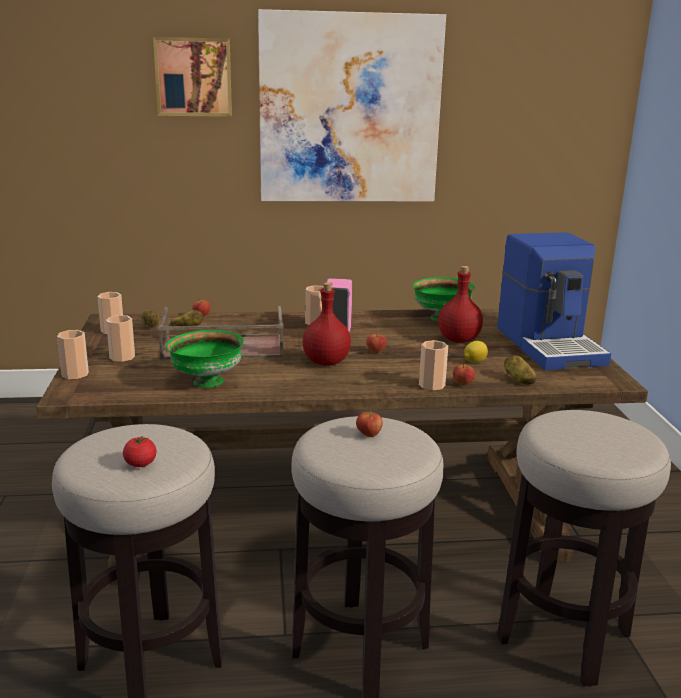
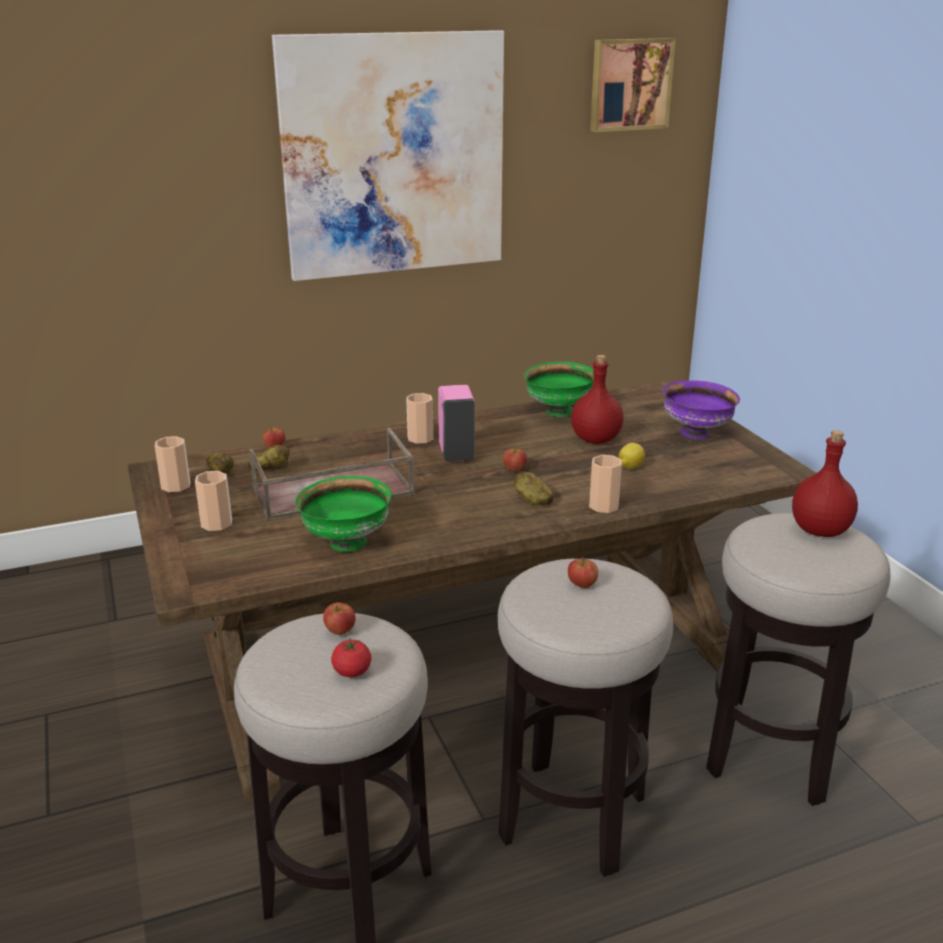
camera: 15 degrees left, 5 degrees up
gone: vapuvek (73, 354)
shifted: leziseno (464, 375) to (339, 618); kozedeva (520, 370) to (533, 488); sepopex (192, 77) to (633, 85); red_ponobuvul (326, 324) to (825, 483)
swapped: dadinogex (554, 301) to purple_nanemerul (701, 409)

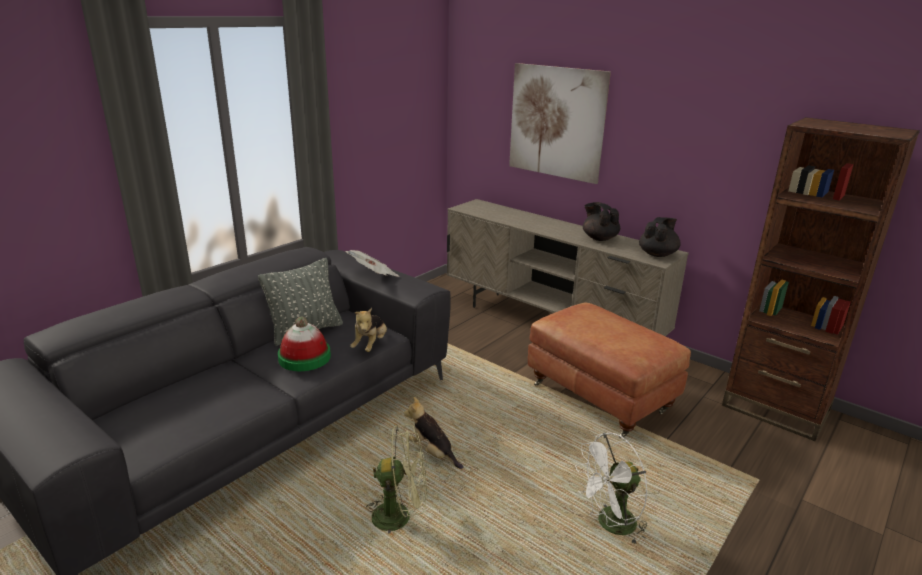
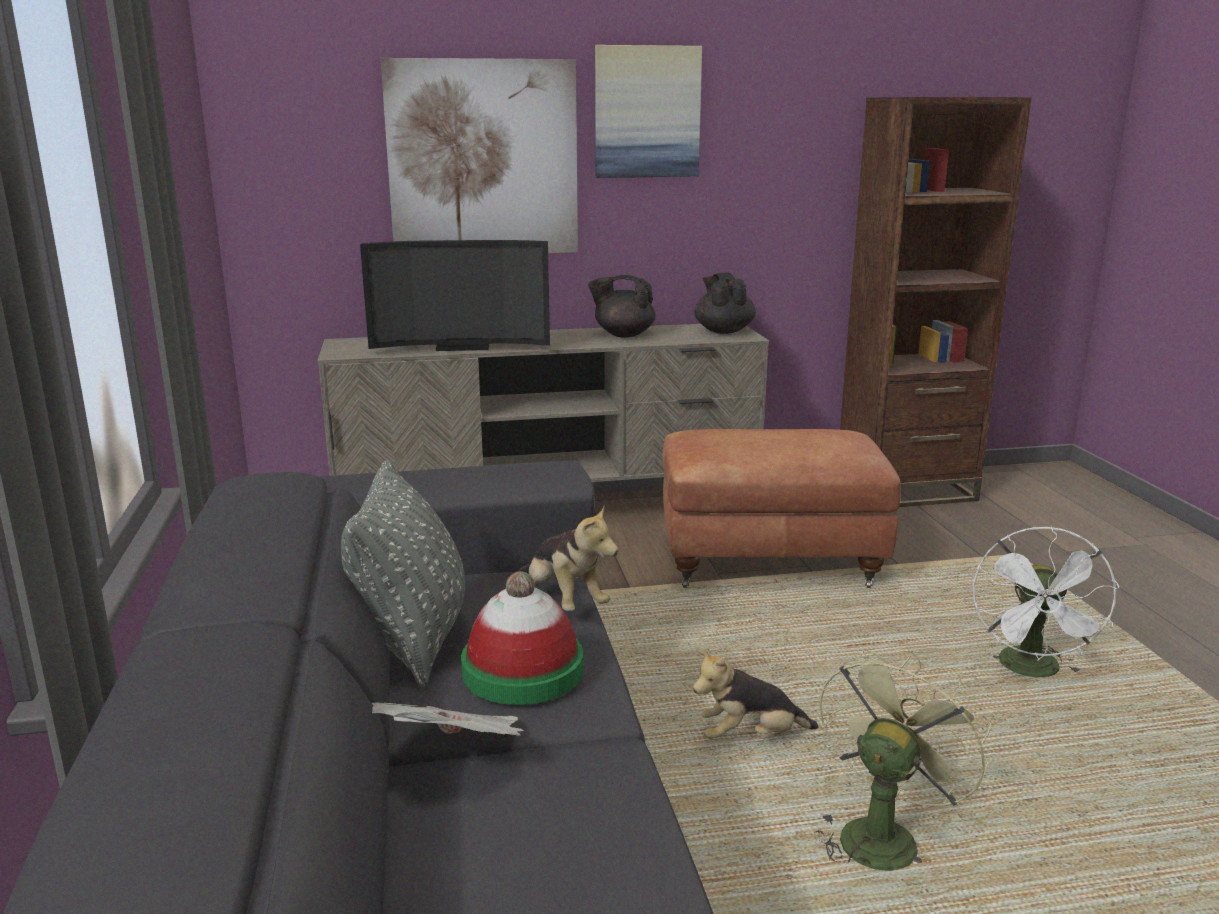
camera: 50 degrees left, 5 degrees down
new: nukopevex (455, 295); sepopex (648, 111)
shifted: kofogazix (372, 263) to (448, 719)

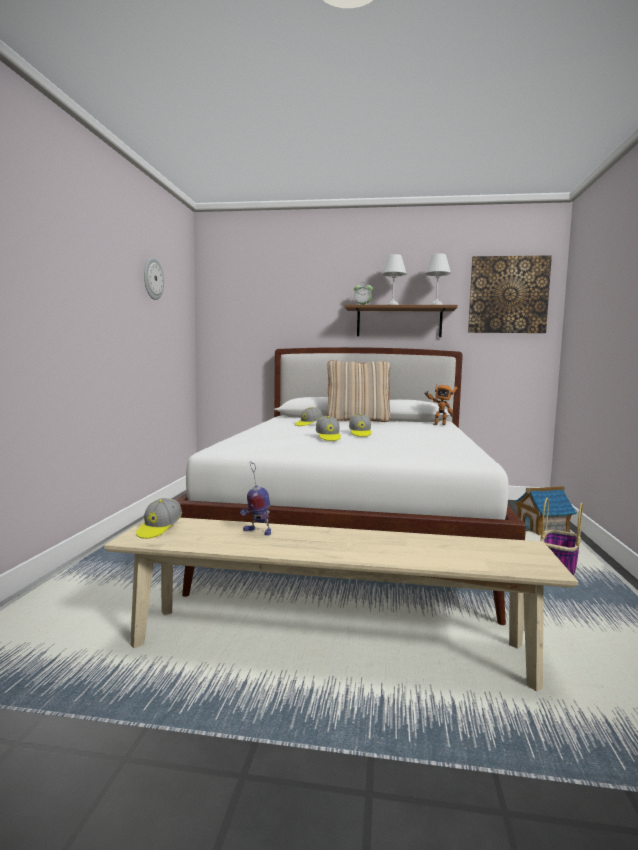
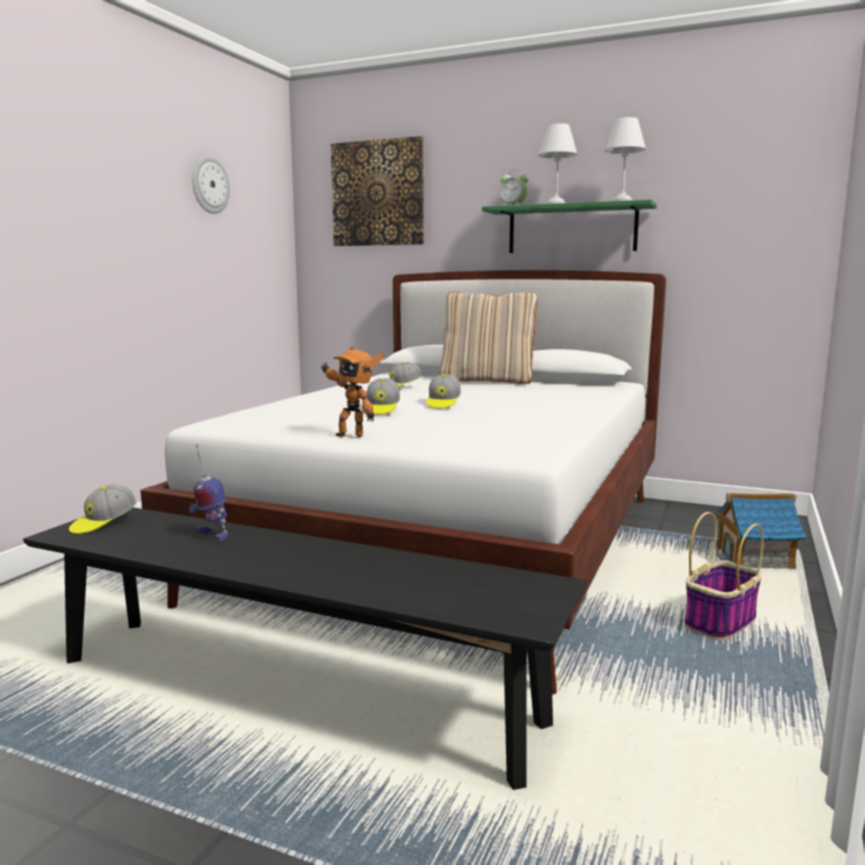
camera: 15 degrees right, 5 degrees up
shifted: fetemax (441, 404) to (352, 391); sepopex (510, 294) to (377, 191)
repainted: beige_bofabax (341, 604) to black_bofabax (305, 648); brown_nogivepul (401, 321) to green_nogivepul (569, 226)

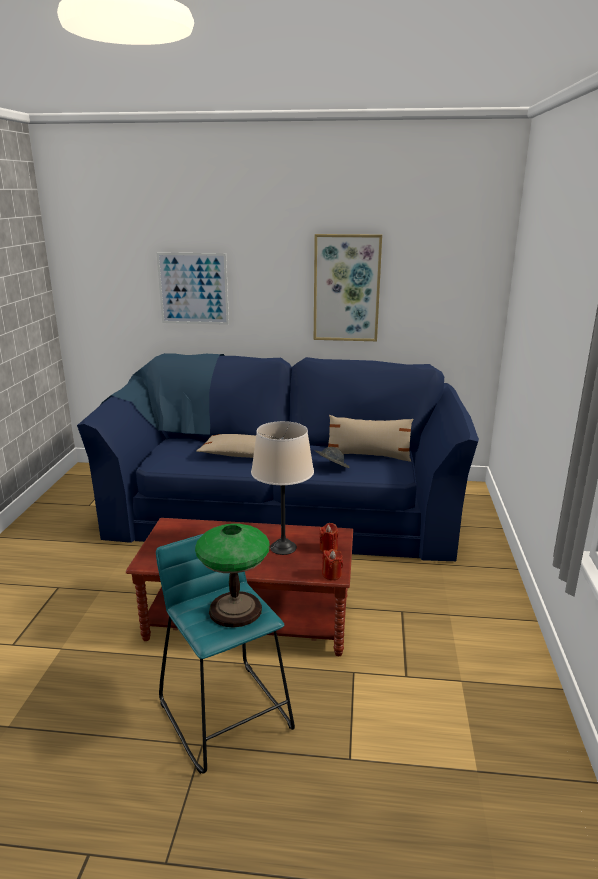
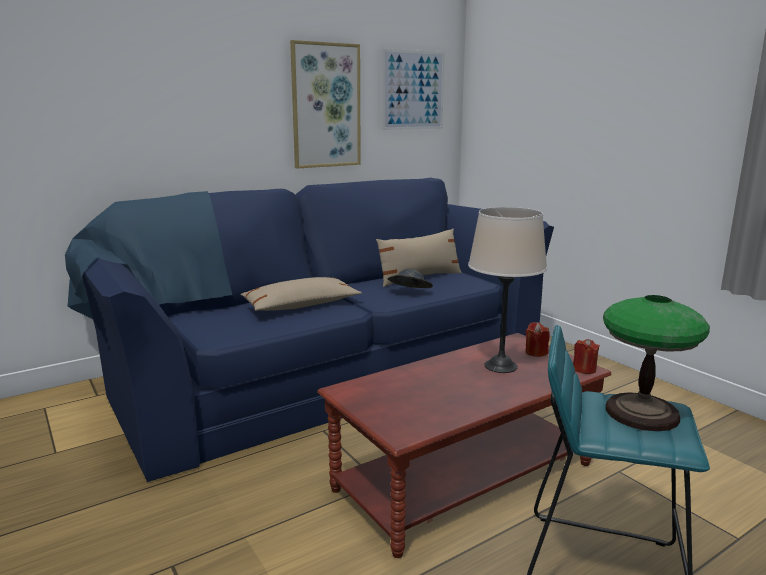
camera: 40 degrees left, 5 degrees down
shifted: sepopex (193, 288) to (413, 89)

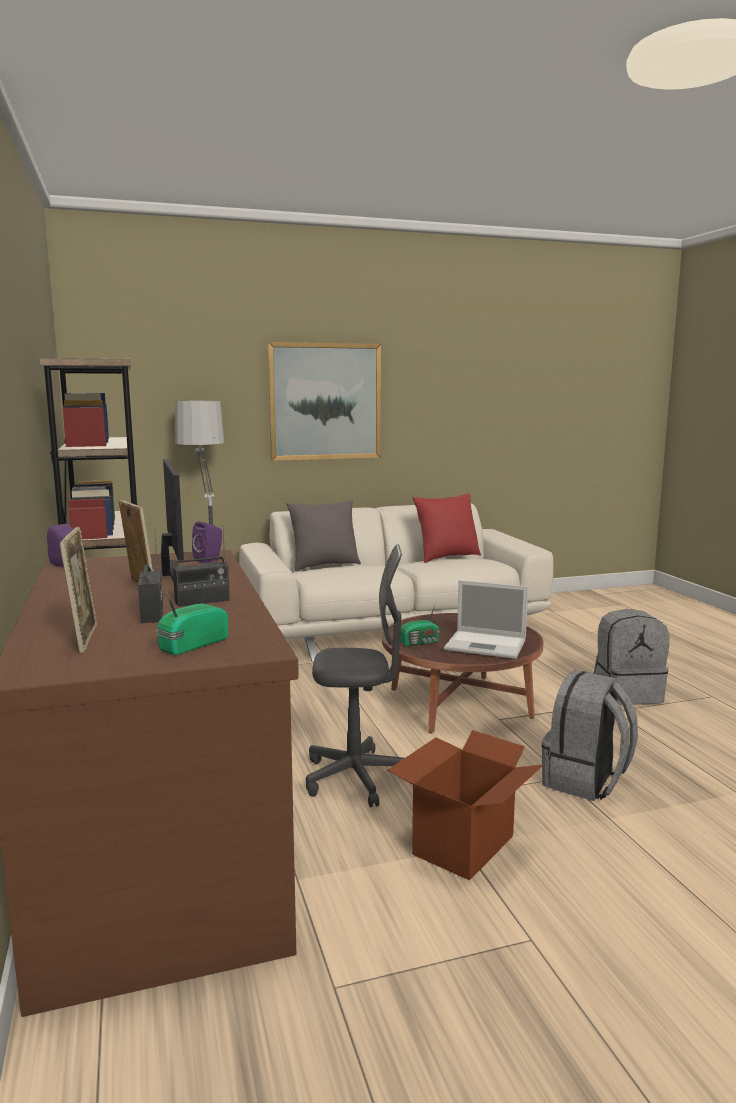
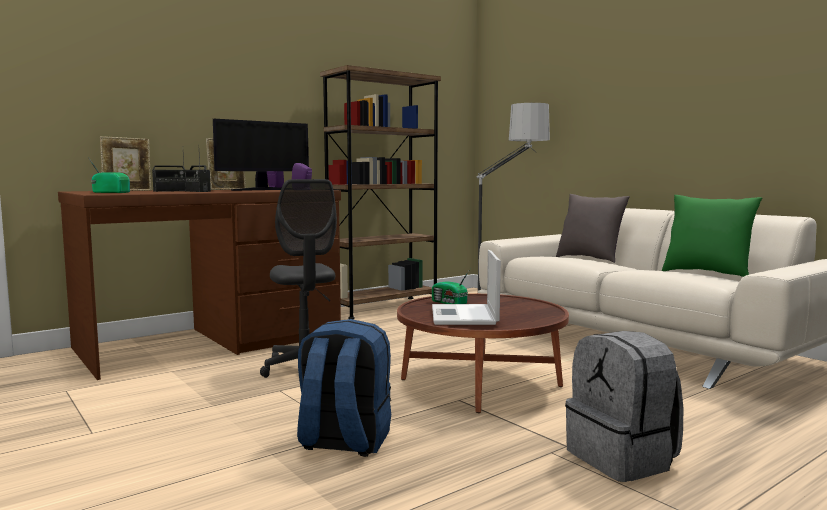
camera: 70 degrees right, 5 degrees down
gone: sepopex (324, 401); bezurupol (465, 805)
repainted: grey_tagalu (589, 735) to blue_tagalu (344, 388); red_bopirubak (447, 528) to green_bopirubak (712, 236)

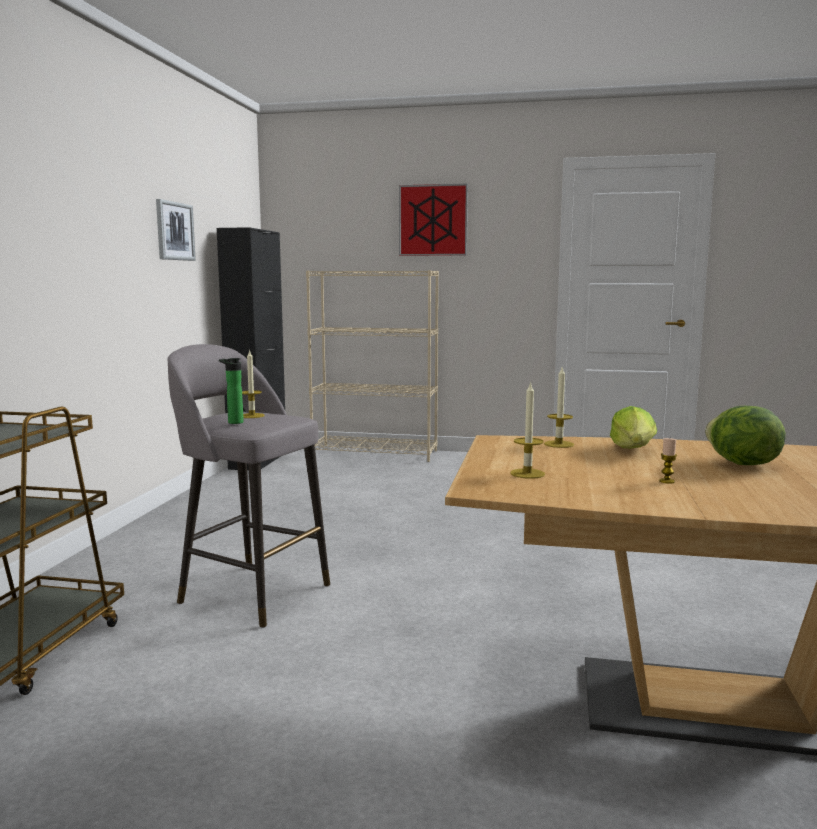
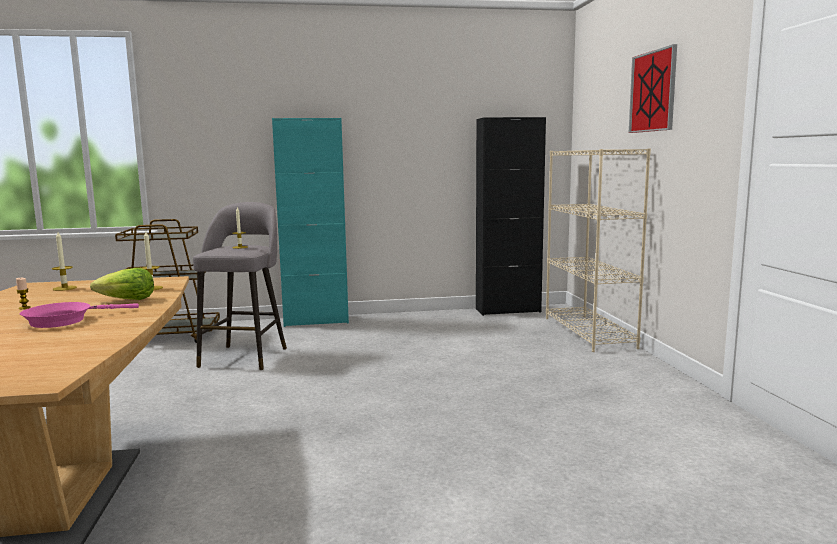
camera: 70 degrees right, 0 degrees up
gone: sepopex (176, 230); ponobuvul (231, 391)
new: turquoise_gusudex (310, 222)
swapped: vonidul (745, 435) to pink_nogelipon (79, 315)

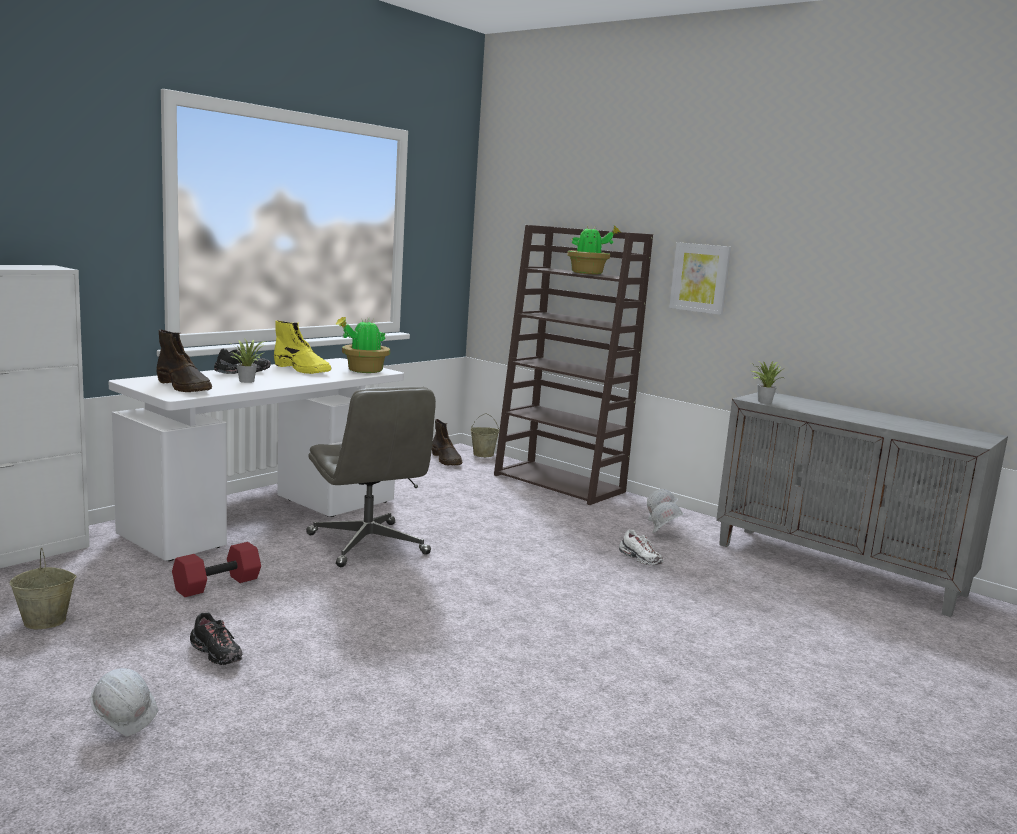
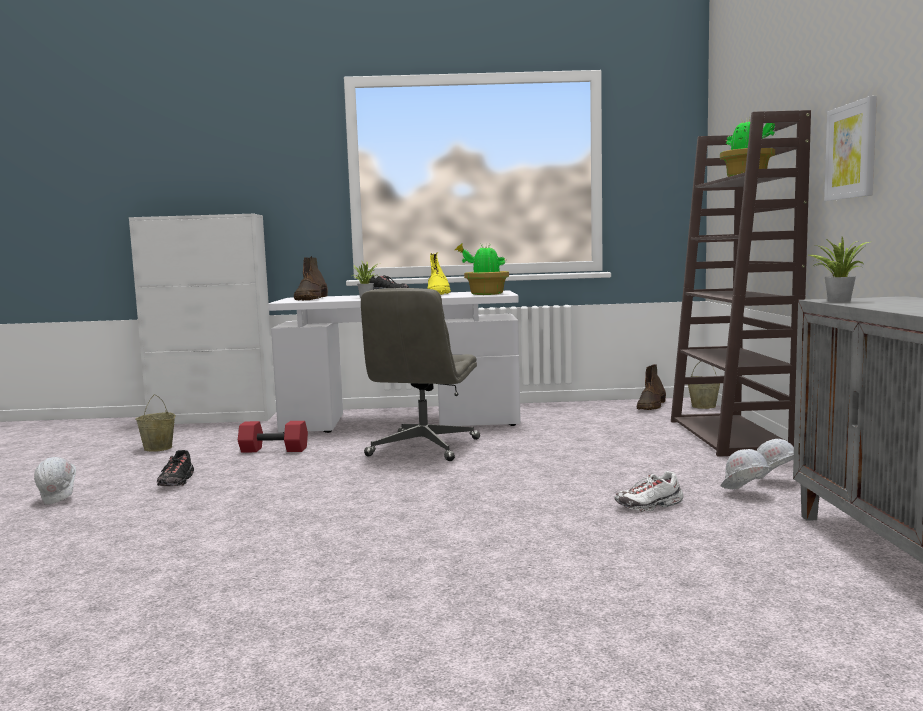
camera: 50 degrees right, 5 degrees down
rotated: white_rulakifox (641, 547) = (648, 491) 60 degrees clockwise

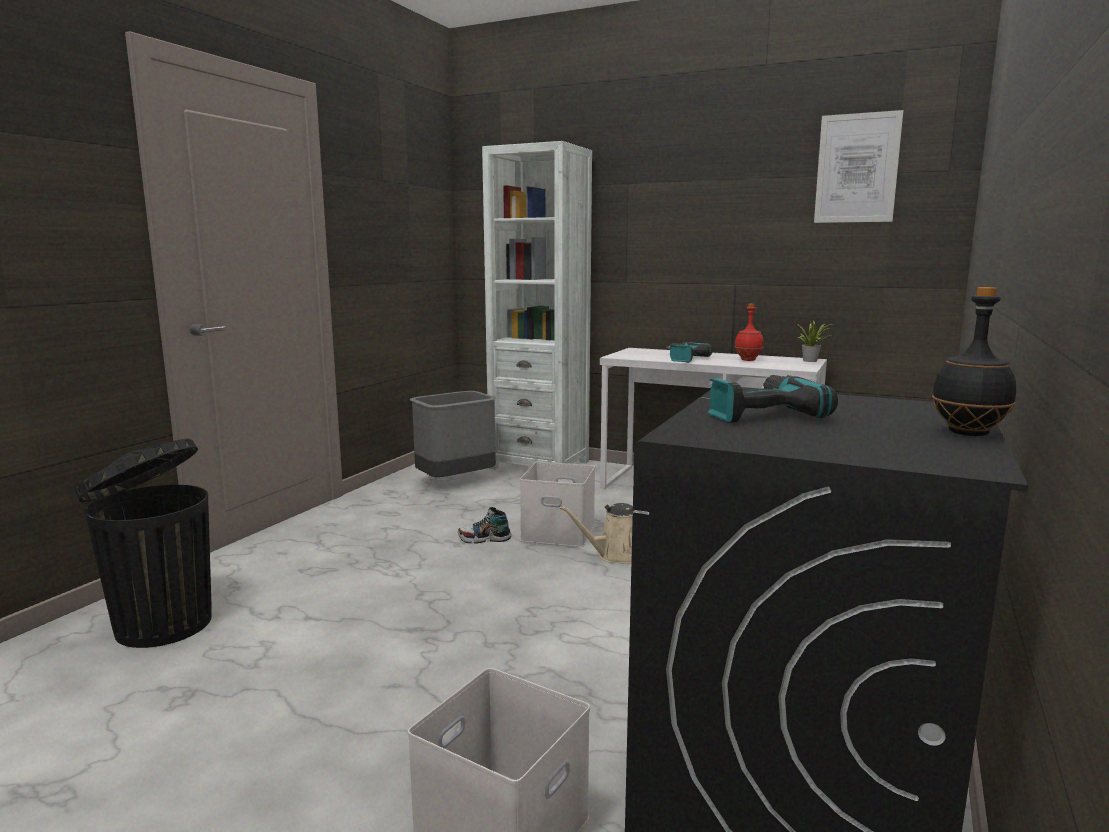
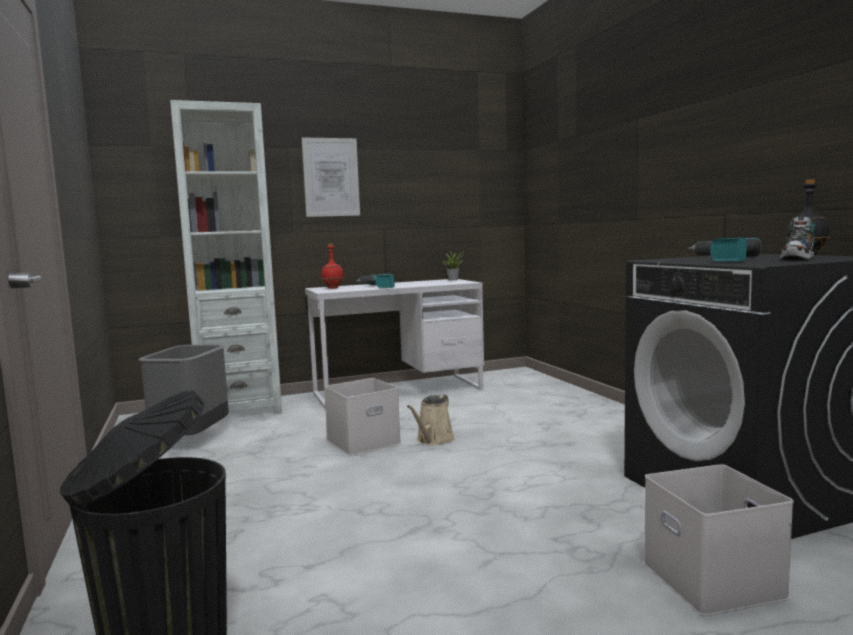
camera: 45 degrees left, 5 degrees down
shifted: sepopex (858, 166) to (331, 177); red_ponobuvul (749, 332) to (332, 266); rulakifox (484, 525) to (797, 238)

